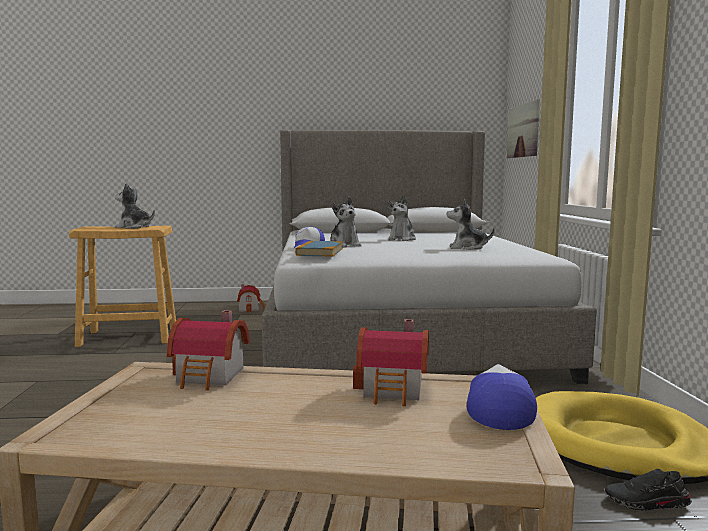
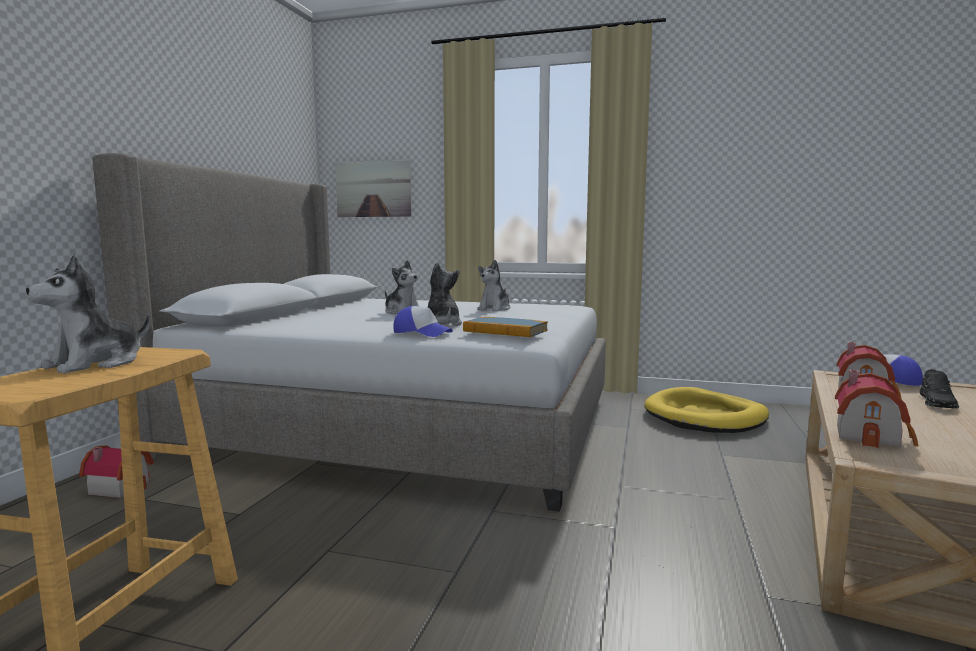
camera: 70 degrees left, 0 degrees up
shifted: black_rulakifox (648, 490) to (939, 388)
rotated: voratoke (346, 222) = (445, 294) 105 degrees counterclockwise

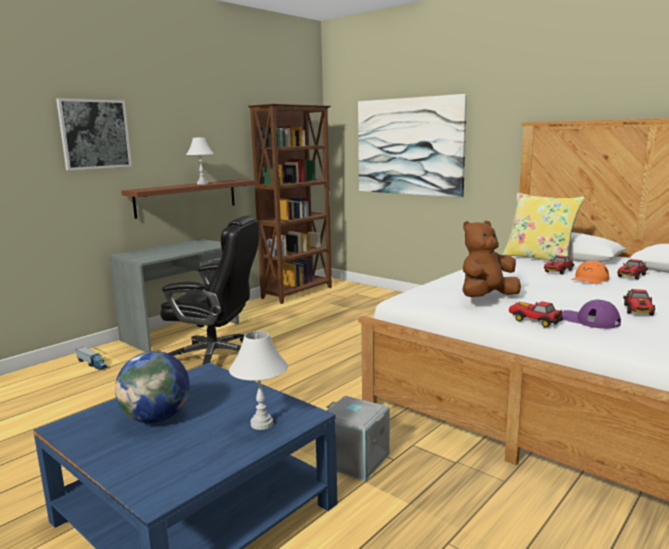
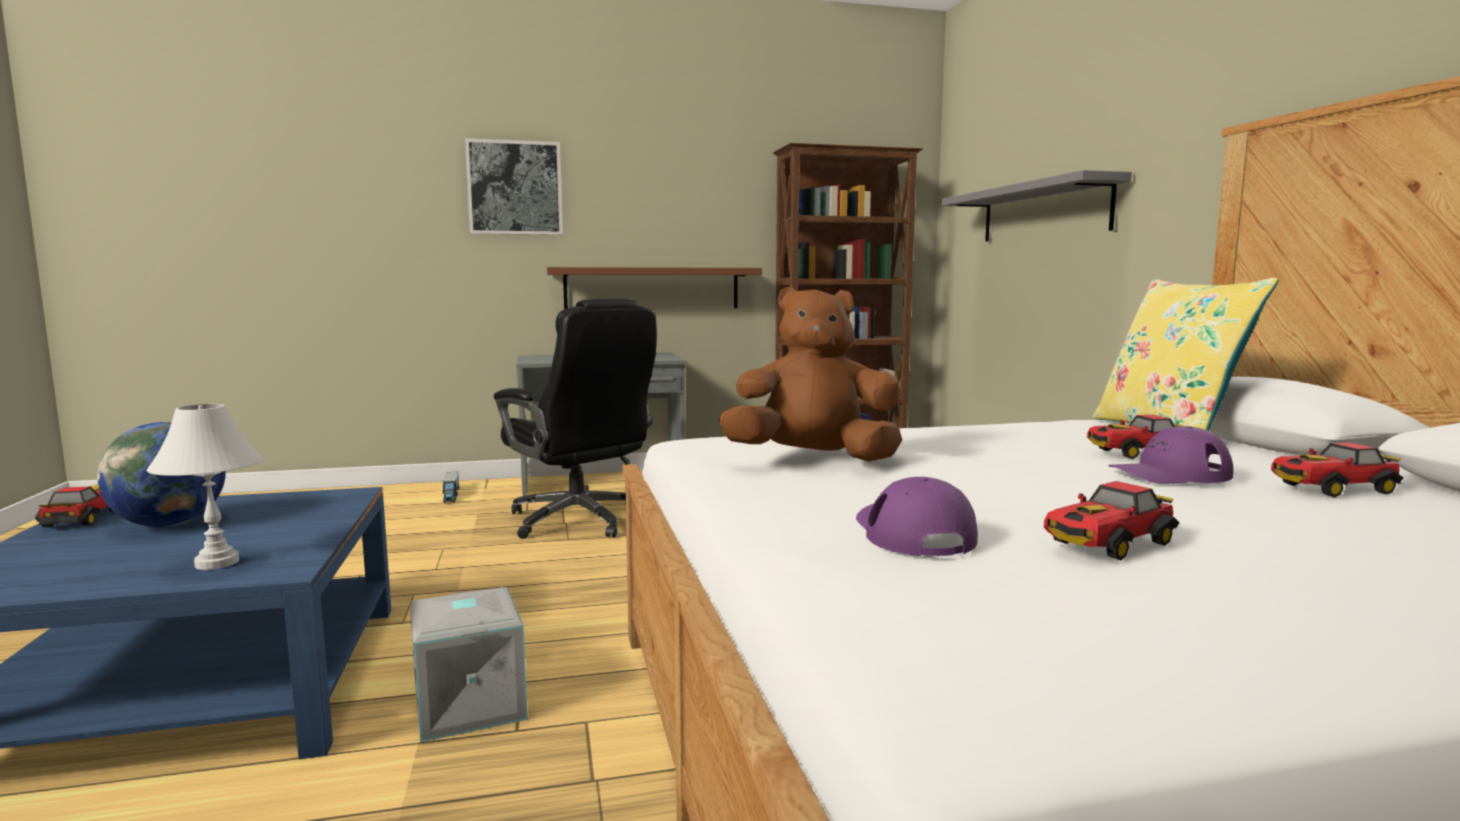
camera: 35 degrees right, 5 degrees down
gone: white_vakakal (200, 161)
shifted: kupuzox (536, 314) to (74, 505)
swapped: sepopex (412, 146) to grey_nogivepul (1037, 206)
repainted: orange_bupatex (590, 272) to purple_bupatex (1171, 454)

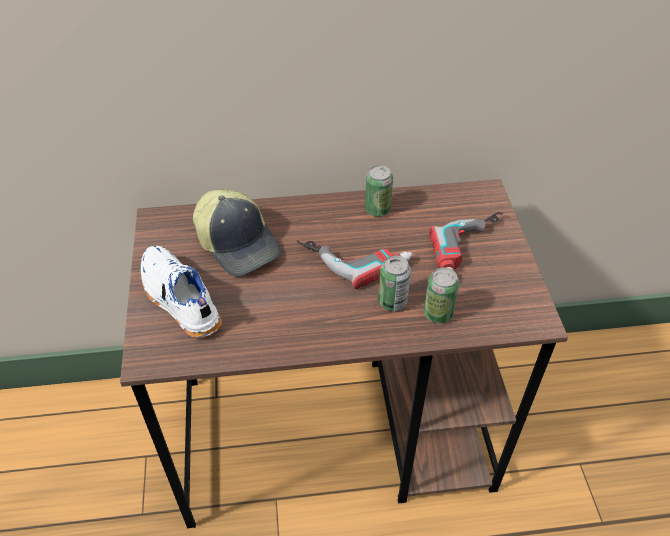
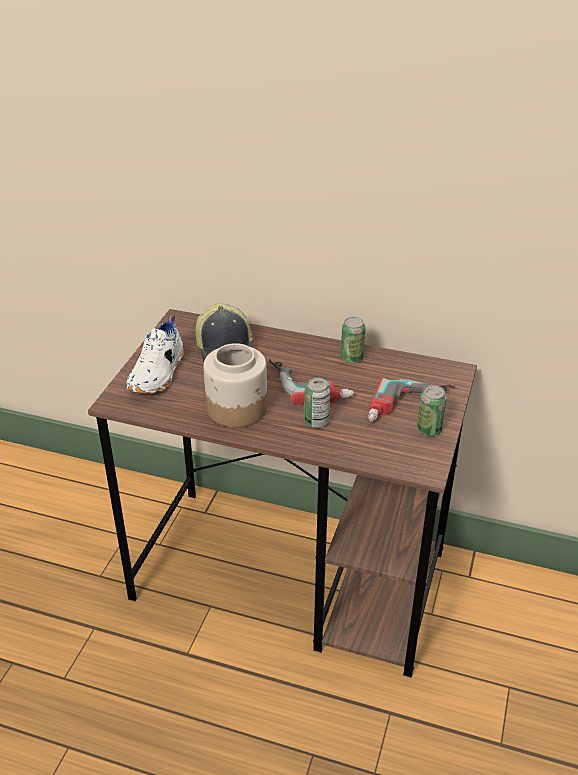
camera: 25 degrees right, 10 degrees down
new: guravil (235, 385)
shifted: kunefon (441, 295) to (432, 410)
rotated: white_rulakifox (181, 292) = (155, 354) 150 degrees counterclockwise

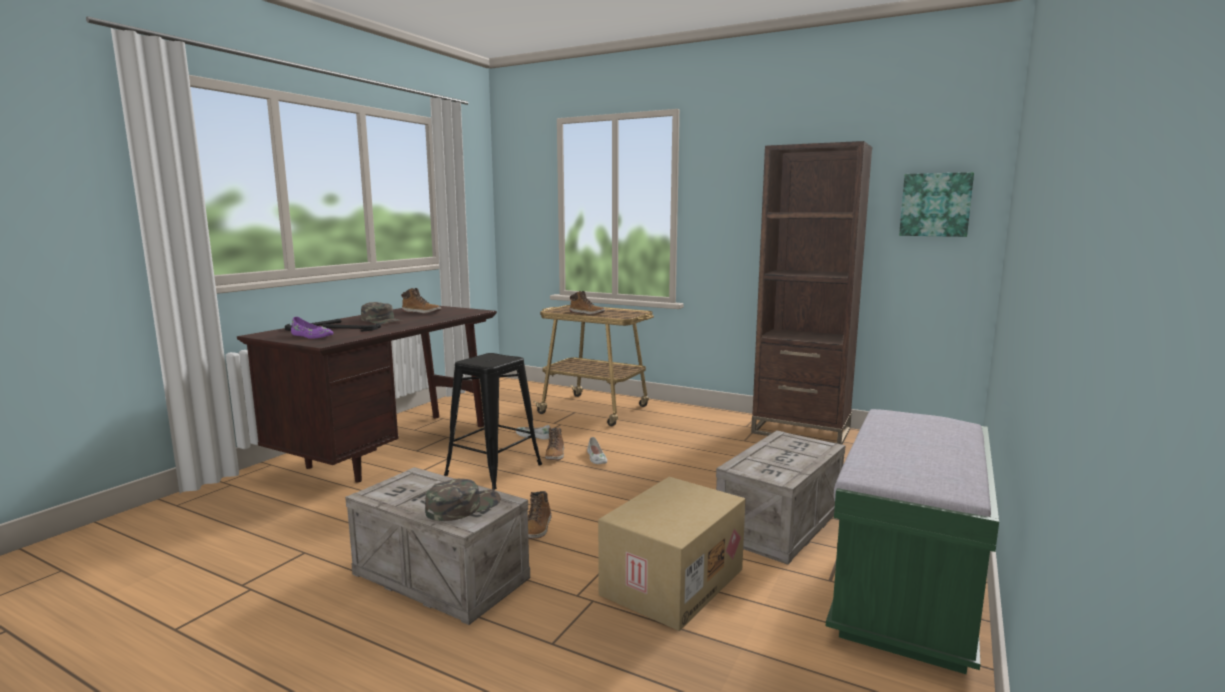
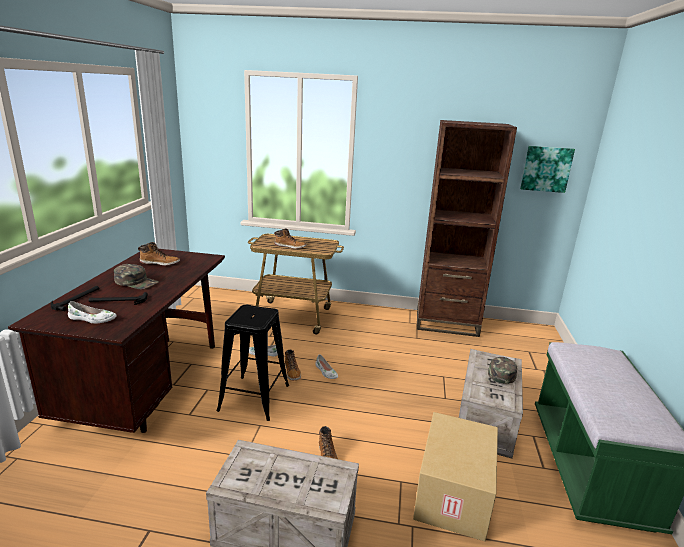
camera: 20 degrees left, 10 degrees up
shifted: green_bupatex (463, 500) to (502, 370)
repainted: purple_rulakifox (312, 328) to white_rulakifox (92, 312)

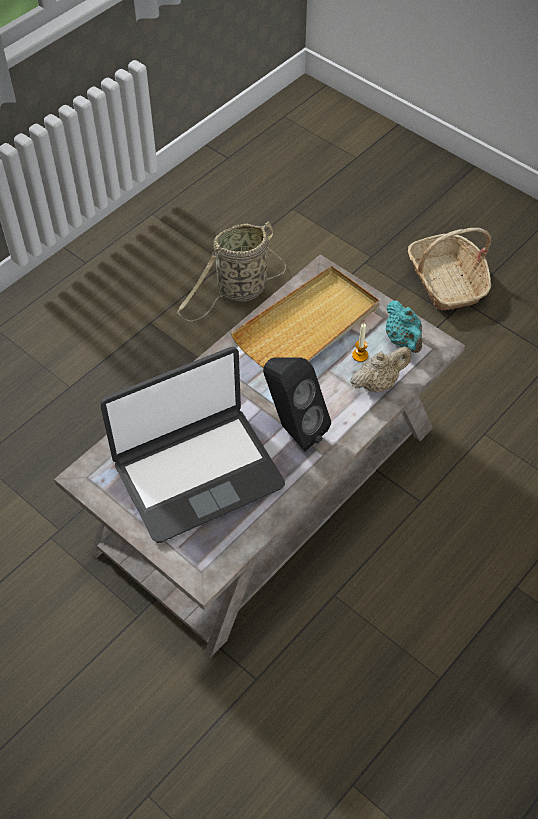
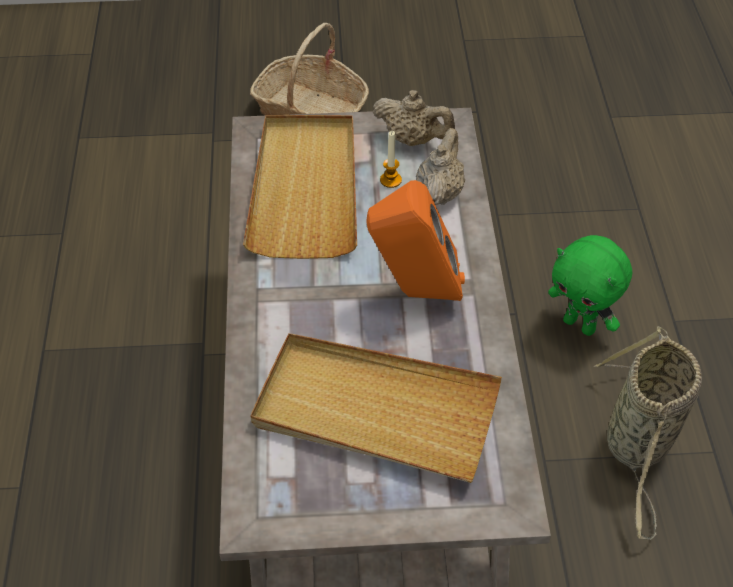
camera: 45 degrees left, 5 degrees down
new: green_voratoke (590, 285)
shifted: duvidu (231, 271) to (648, 433)
swapped: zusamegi (193, 445) to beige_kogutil (376, 408)
repainted: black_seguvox (297, 404) to orange_seguvox (415, 240); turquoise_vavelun (404, 327) to beige_vavelun (414, 118)

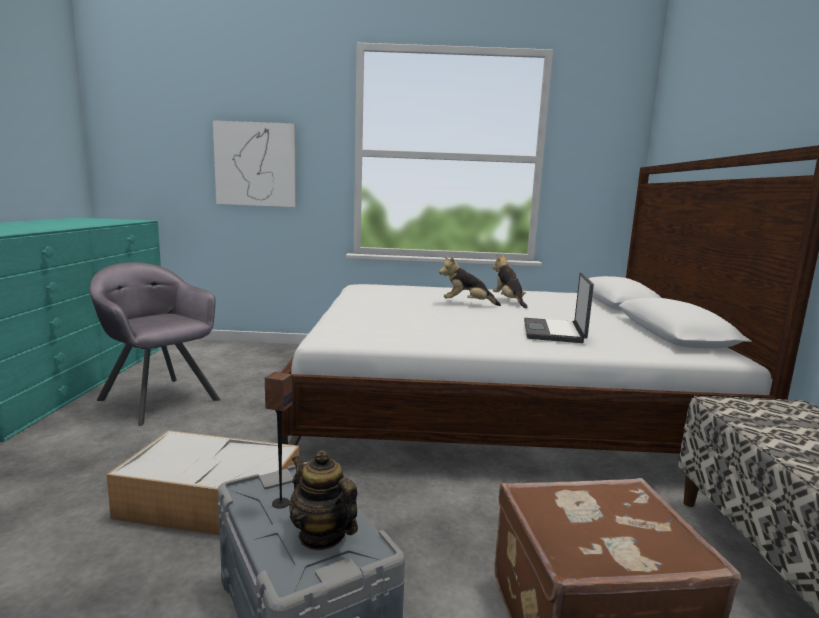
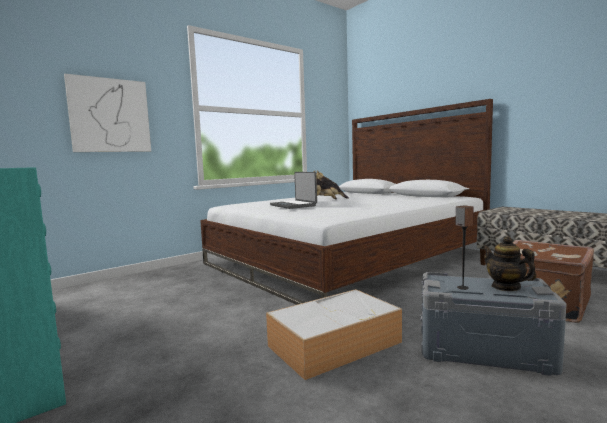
camera: 40 degrees left, 5 degrees down
gone: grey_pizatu (155, 344)
shifted: zusamegi (559, 308) to (293, 190)
rotated: vavelun (323, 500) = (509, 263) 60 degrees clockwise

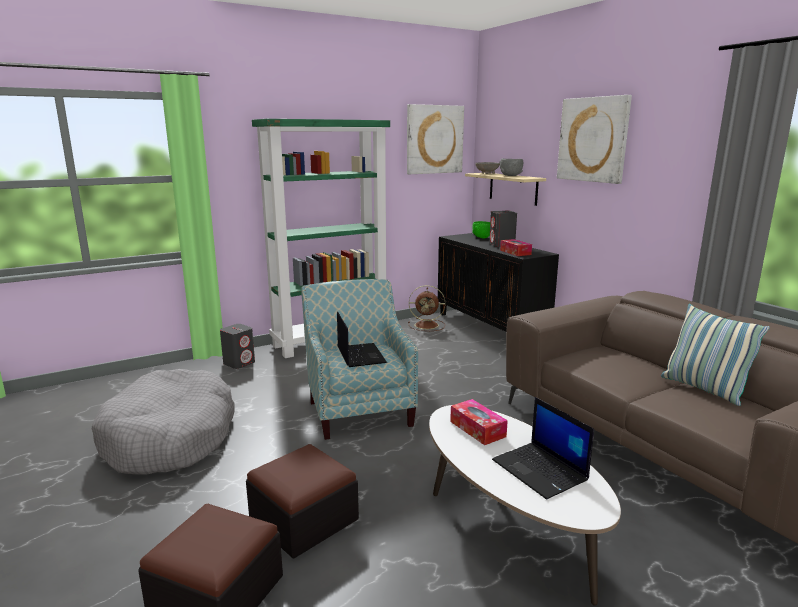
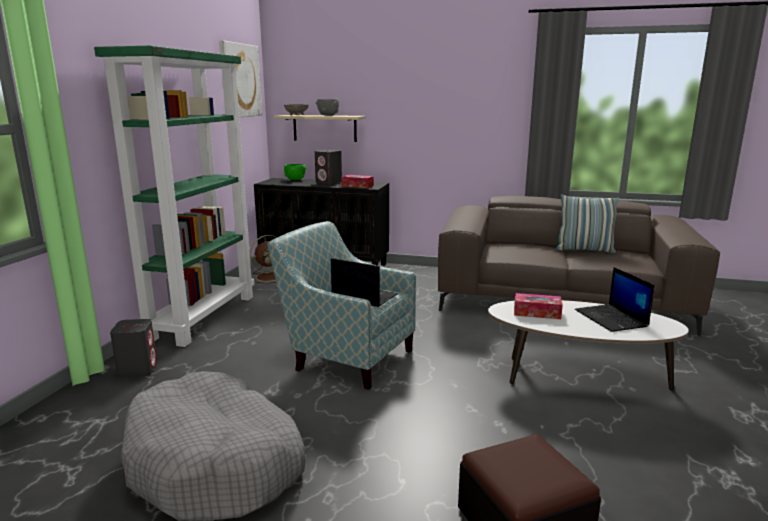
camera: 45 degrees left, 0 degrees up
gone: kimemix (302, 501); sepopex (594, 139)
rotated: zusamegi (543, 448) = (615, 299) 60 degrees clockwise

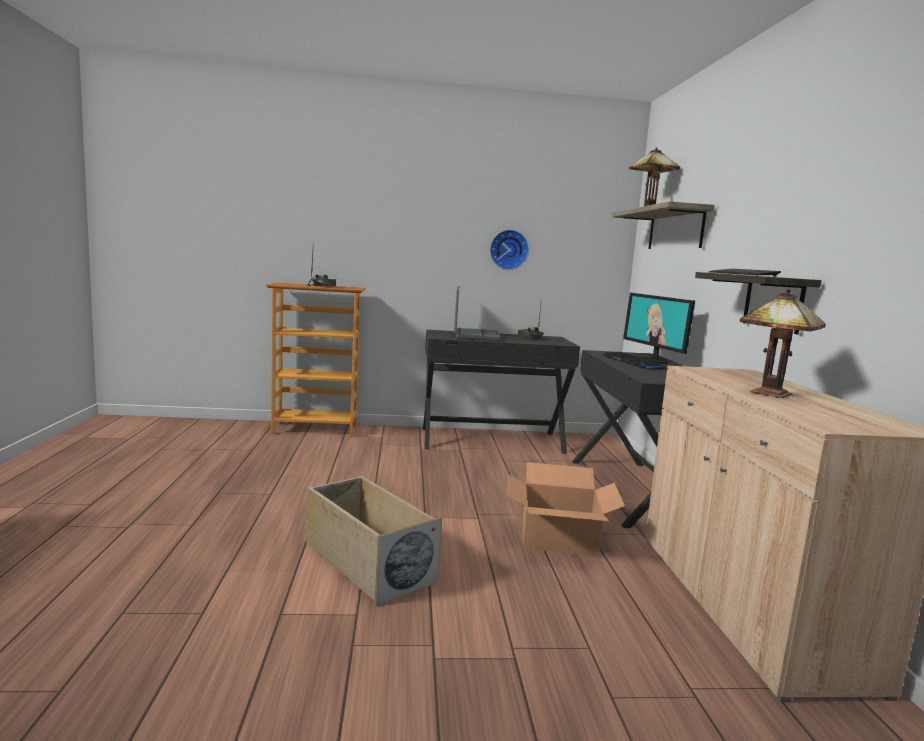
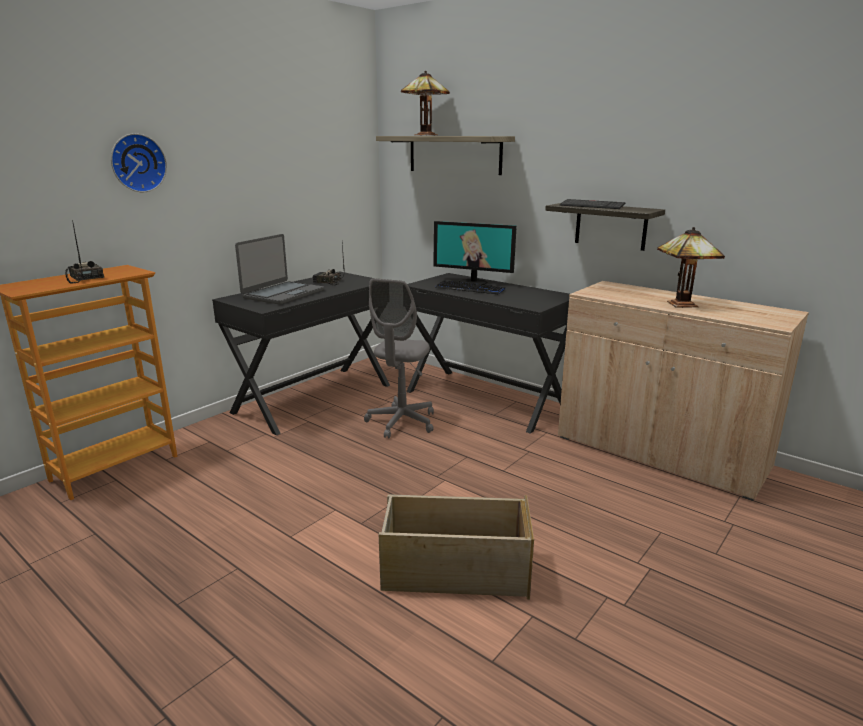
camera: 45 degrees left, 10 degrees up
gone: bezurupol (566, 509)
new: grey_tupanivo (399, 358)
shifted: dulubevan (509, 250) to (139, 162)
rotated: zusamegi (477, 313) = (279, 269) 75 degrees clockwise

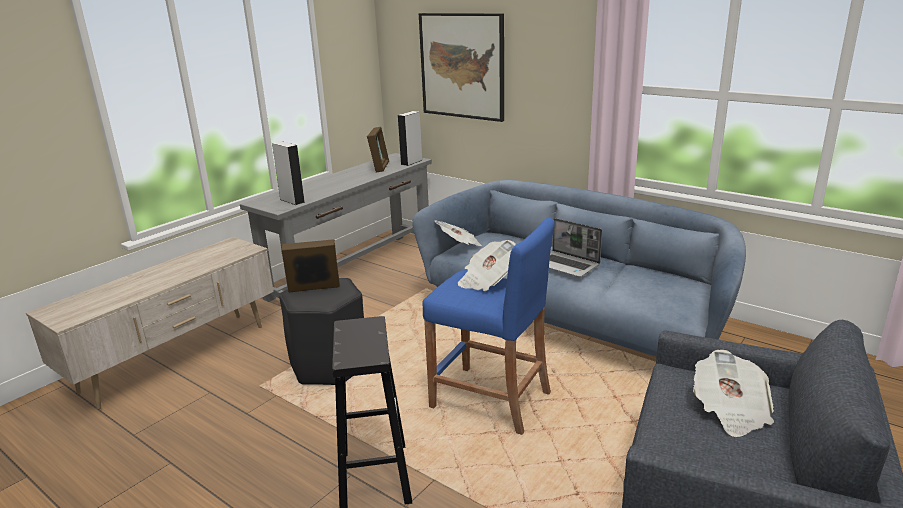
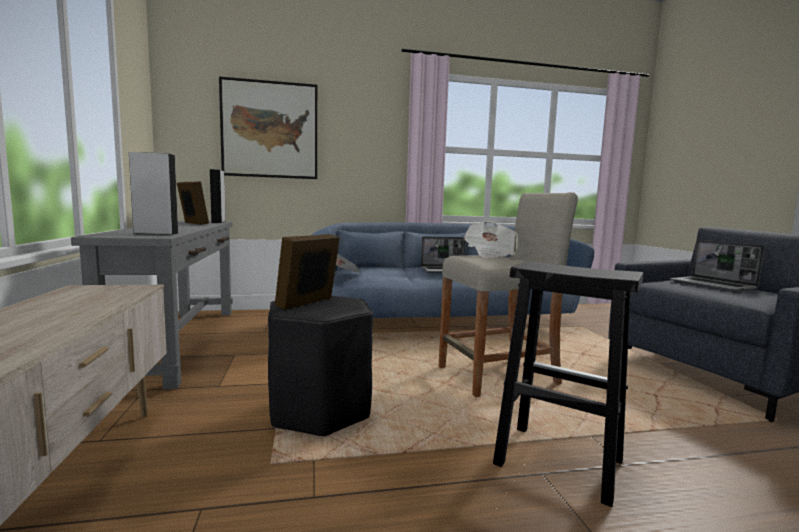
camera: 50 degrees left, 15 degrees down
swapped: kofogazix (733, 393) to zusamegi (717, 266)
repainted: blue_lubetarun (488, 326) to beige_lubetarun (508, 294)

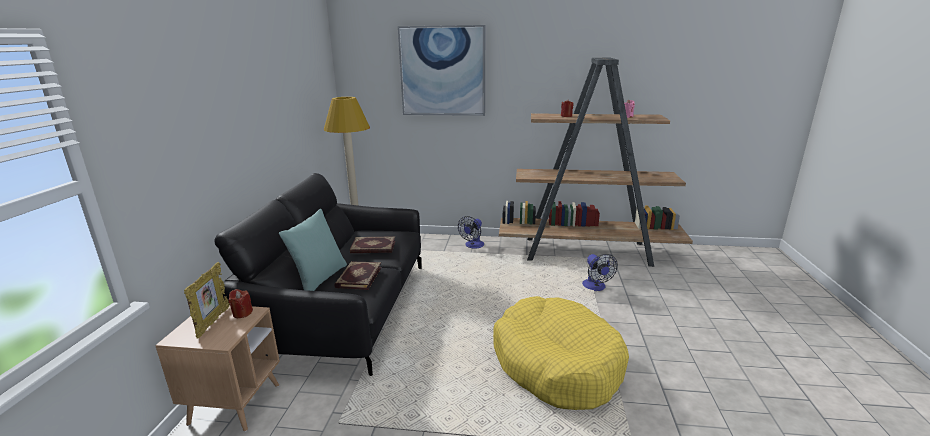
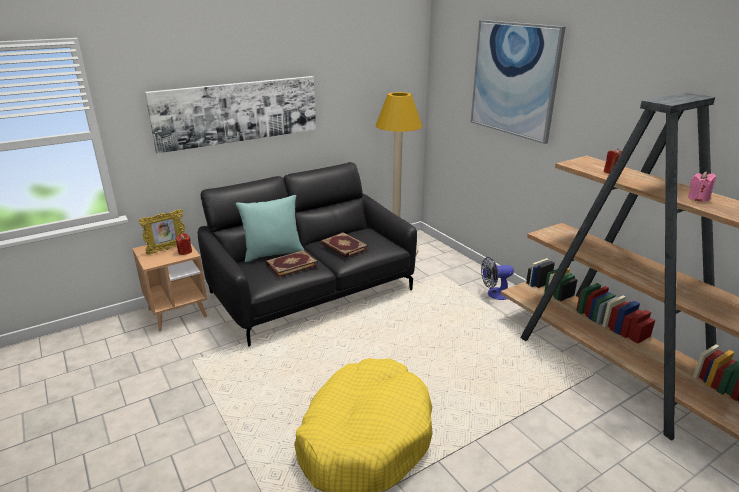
camera: 50 degrees right, 5 degrees up
gone: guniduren (600, 272)
new: sepopex (230, 115)

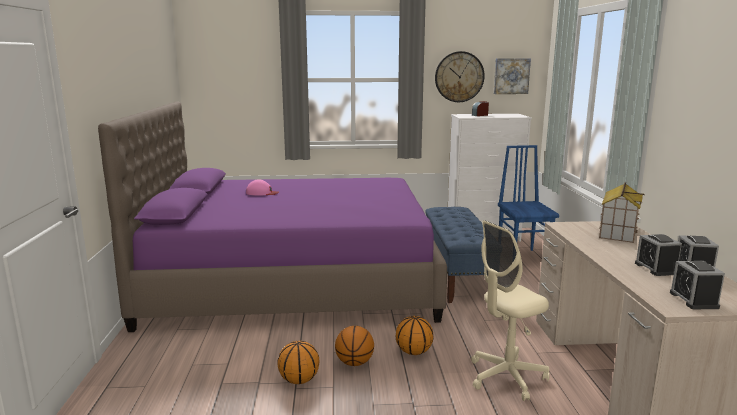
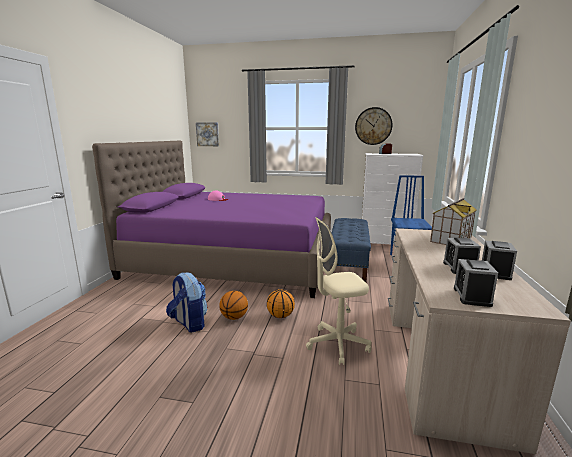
camera: 15 degrees right, 0 degrees up
shifted: sepopex (512, 76) to (207, 134)
swapped: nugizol (298, 362) to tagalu (186, 302)

